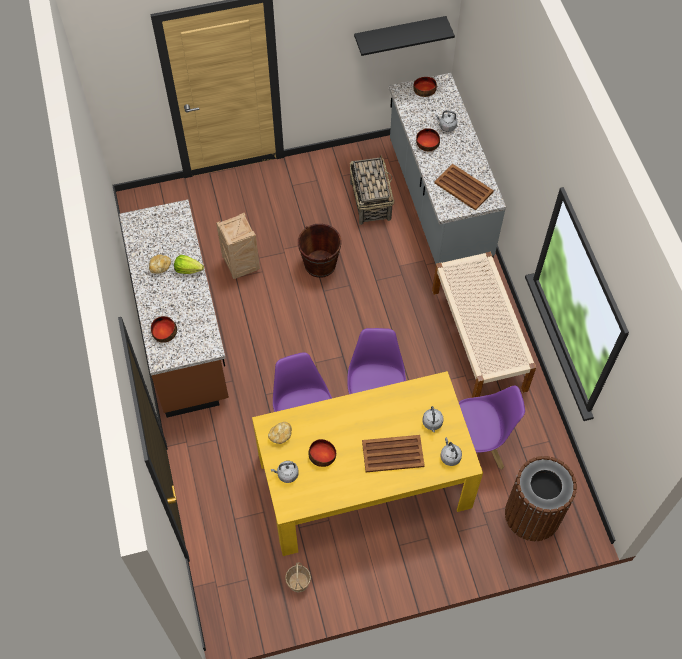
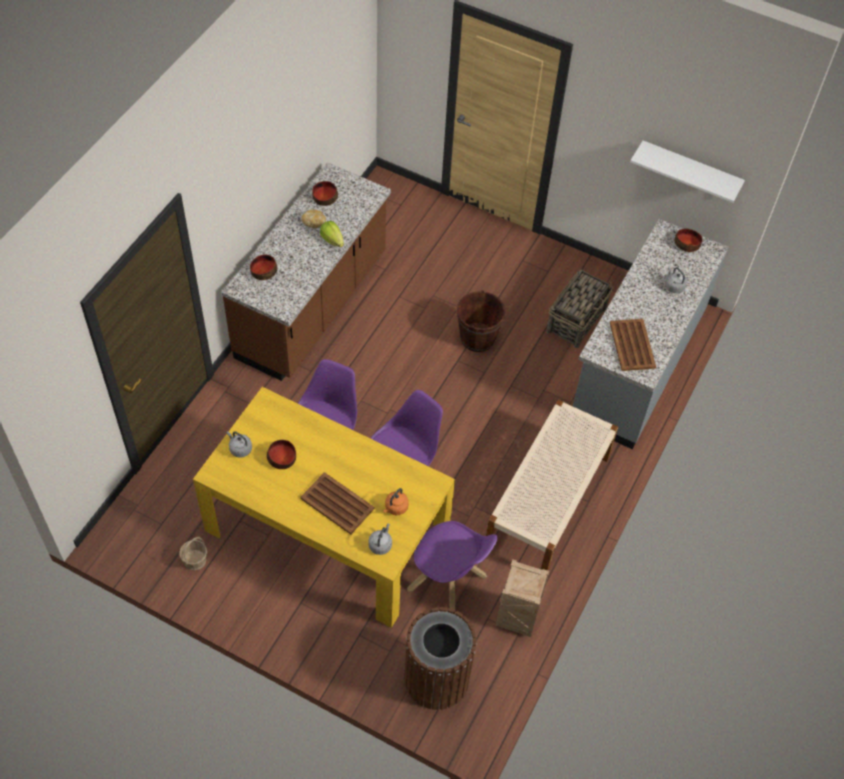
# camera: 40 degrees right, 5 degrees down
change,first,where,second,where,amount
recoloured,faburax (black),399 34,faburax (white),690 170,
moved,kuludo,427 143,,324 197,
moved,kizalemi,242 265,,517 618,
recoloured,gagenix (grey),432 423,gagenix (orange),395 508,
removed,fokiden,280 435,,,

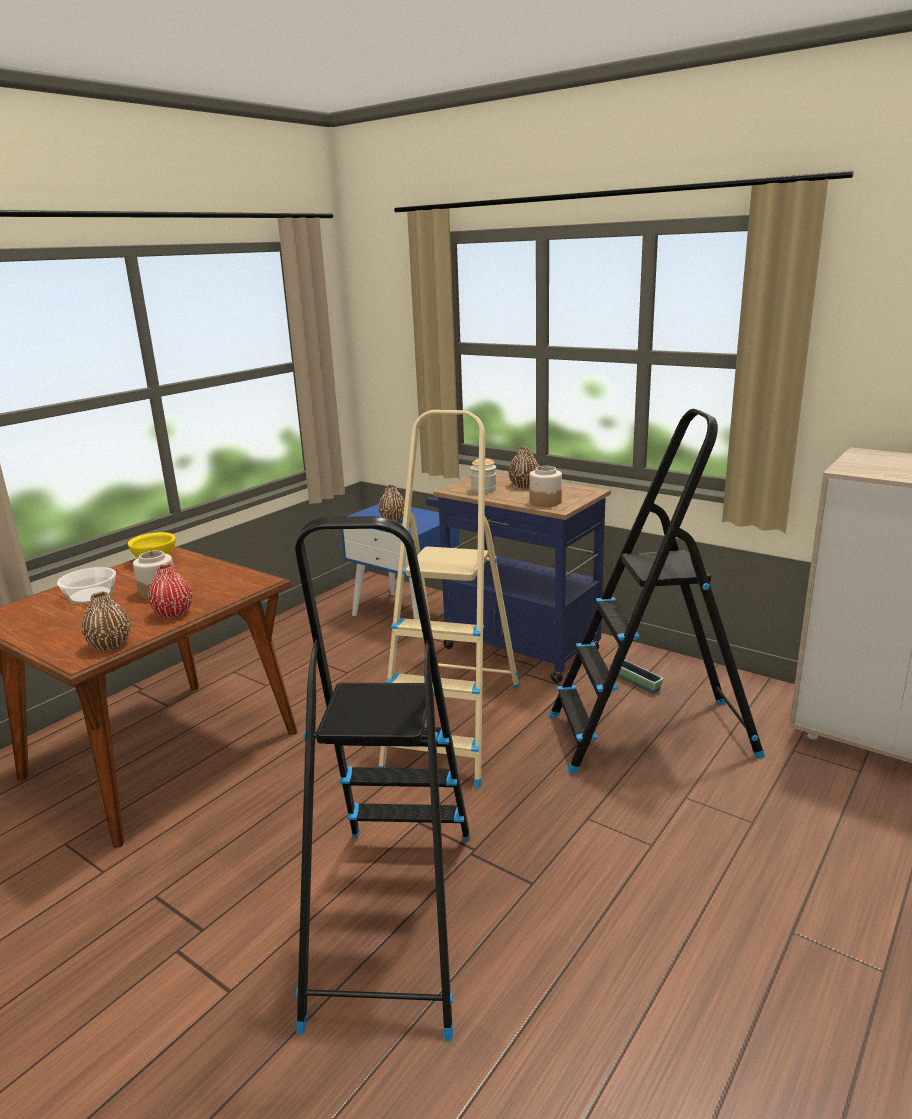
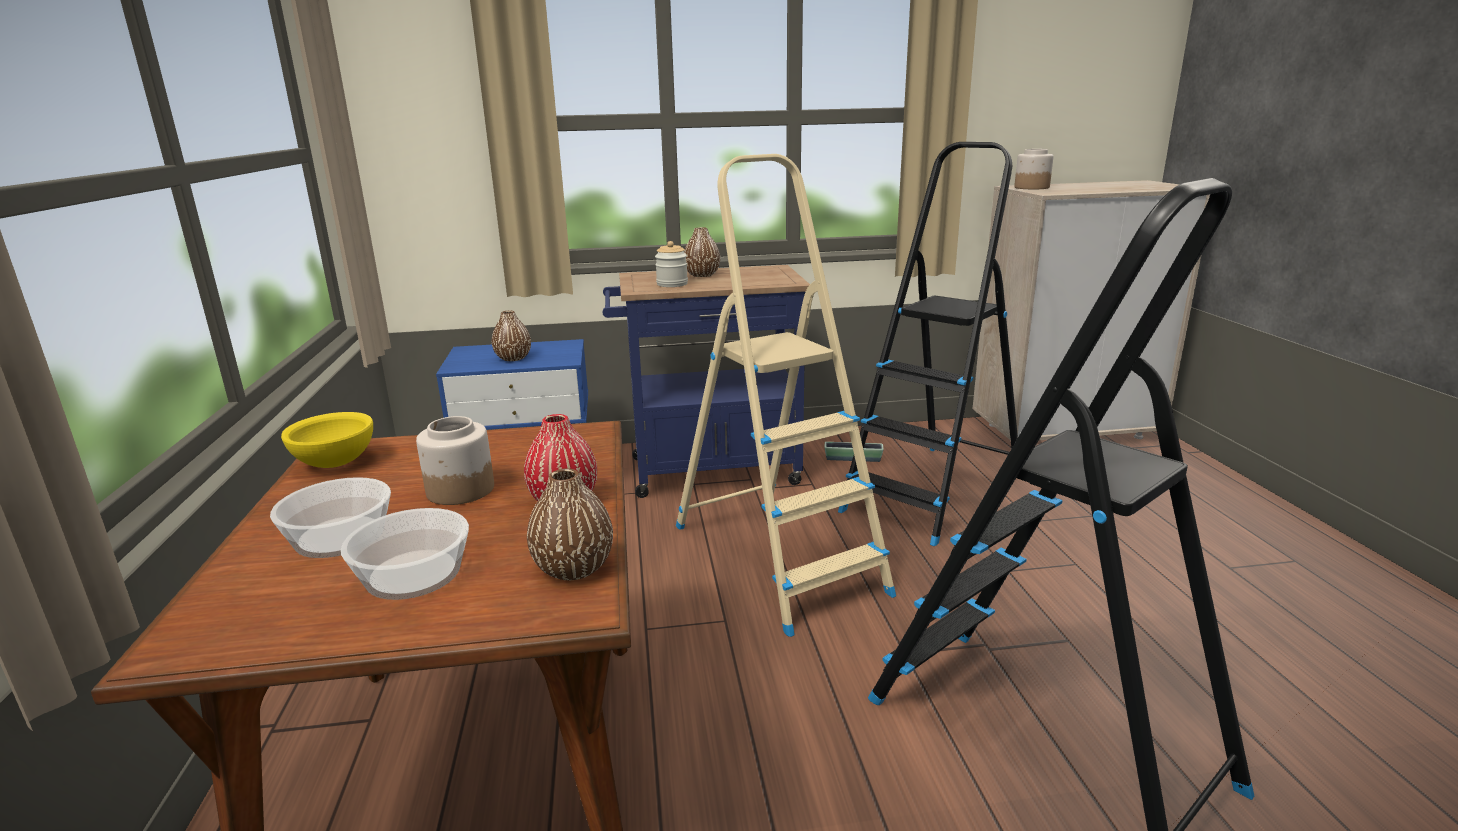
# camera: 45 degrees left, 0 degrees up
change,first,where,second,where,amount
moved,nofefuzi,545 502,,1031 187,
added,,,kuludo,412 574,

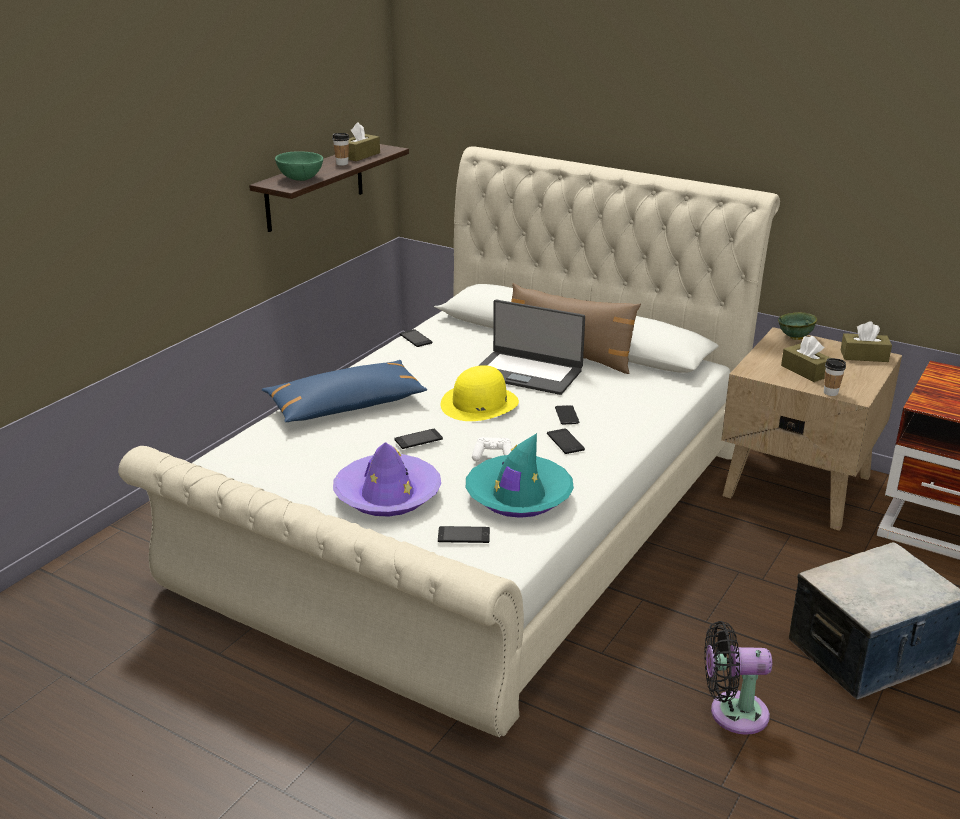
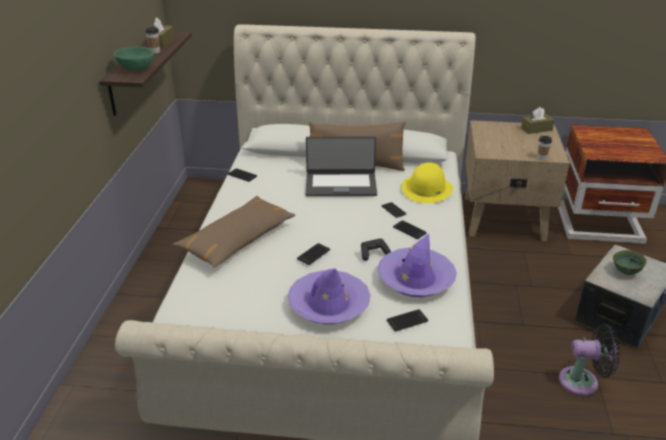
# camera: 25 degrees left, 5 degrees up
change,first,where,second,where,amount
moved,kuludo (green),795 338,,626 272,
removed,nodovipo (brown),805 371,,,
recoloured,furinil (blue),346 405,furinil (brown),238 240,
moved,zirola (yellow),479 403,,427 189,
recoloured,zirola (turquoise),518 496,zirola (purple),416 279,
recoloured,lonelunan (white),493 456,lonelunan (black),373 253,
turned,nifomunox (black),732 713,,583 382,150 degrees counterclockwise

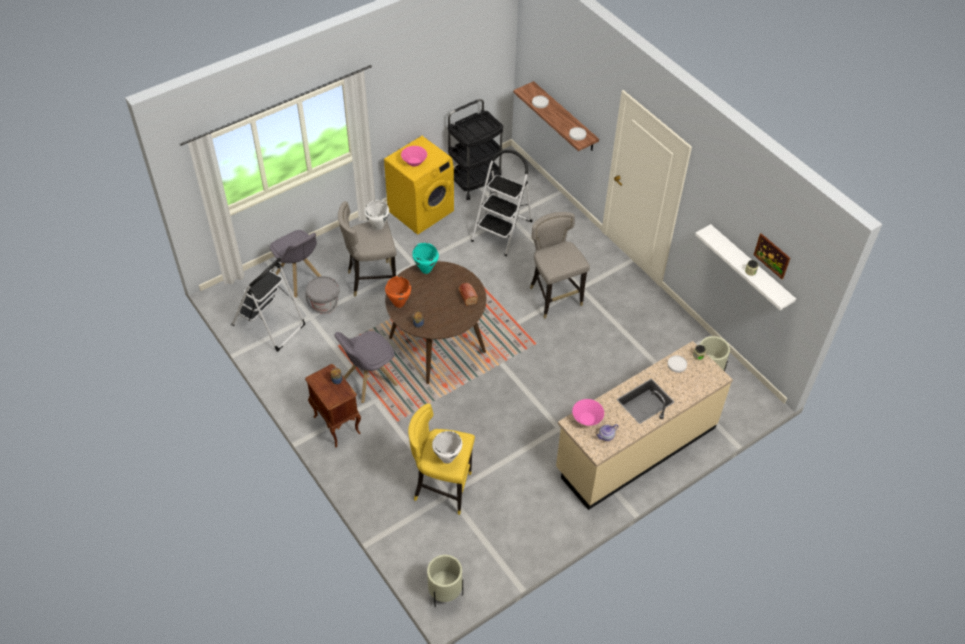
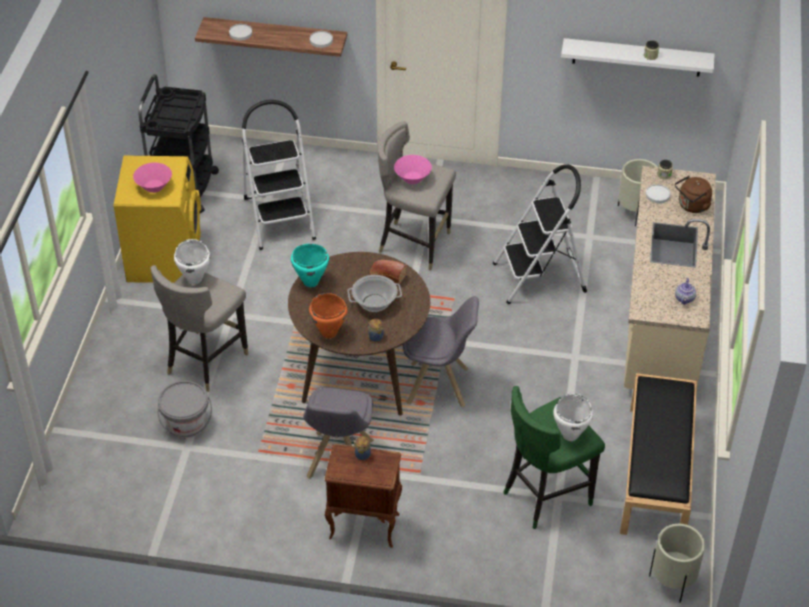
# camera: 45 degrees left, 5 degrees down
change,first,where,second,where,amount
moved,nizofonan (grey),300 278,,438 385,
removed,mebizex,772 256,,,
moved,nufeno,270 325,,542 278,
moved,kuludo (pink),587 419,,412 178,
recoloured,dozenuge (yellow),442 488,dozenuge (green),545 496,
added,,,gagenix (brown),692 206,
added,,,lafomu,374 303,
added,,,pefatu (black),656 472,

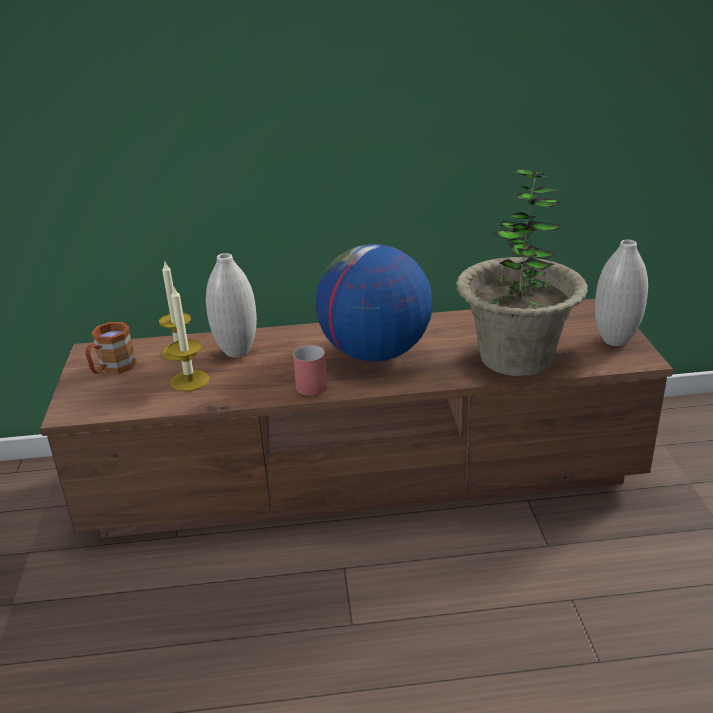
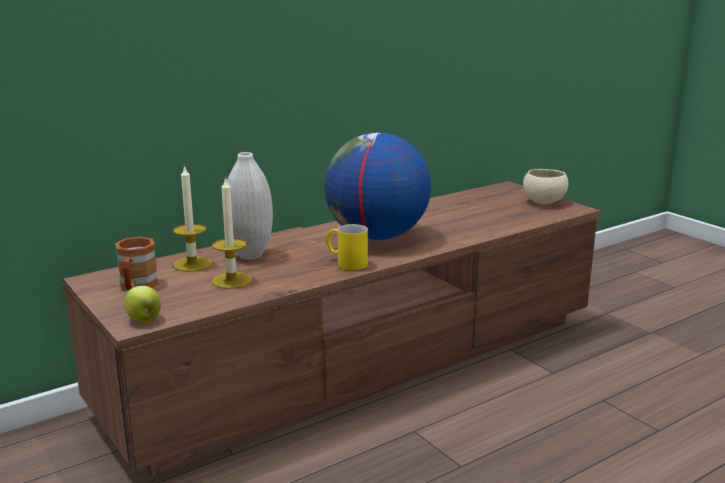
# camera: 30 degrees left, 10 degrees down
change,first,where,second,where,amount
removed,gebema,516 357,,,
replaced,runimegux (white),615 340,kuludo (beige),544 202,
recoloured,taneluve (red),308 383,taneluve (yellow),346 263,
added,,,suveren,144 320,

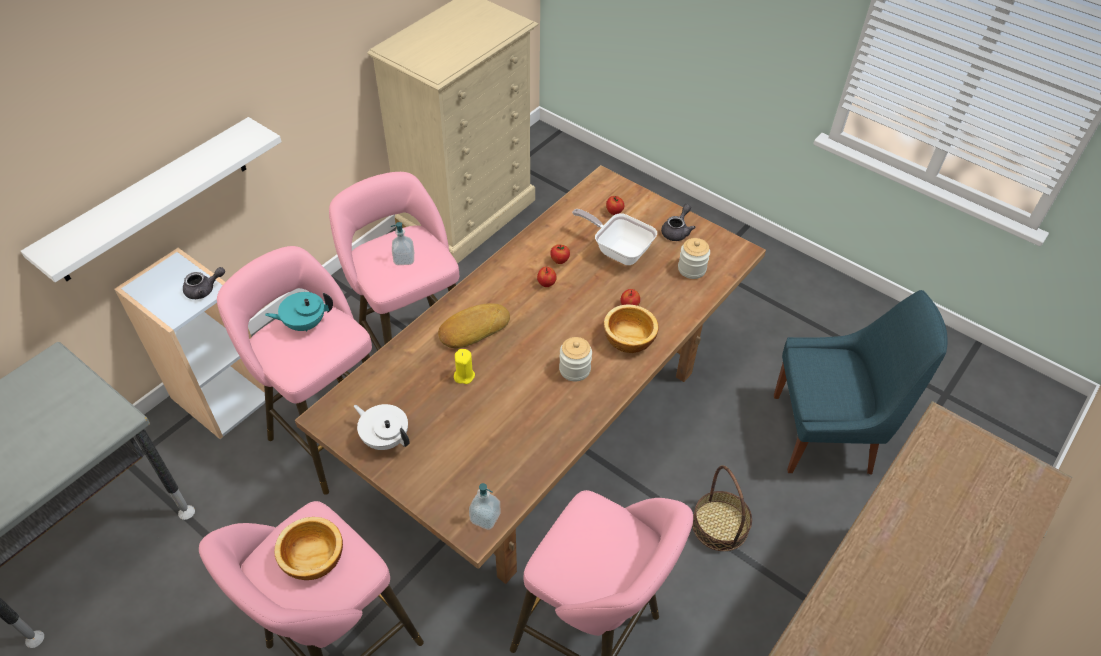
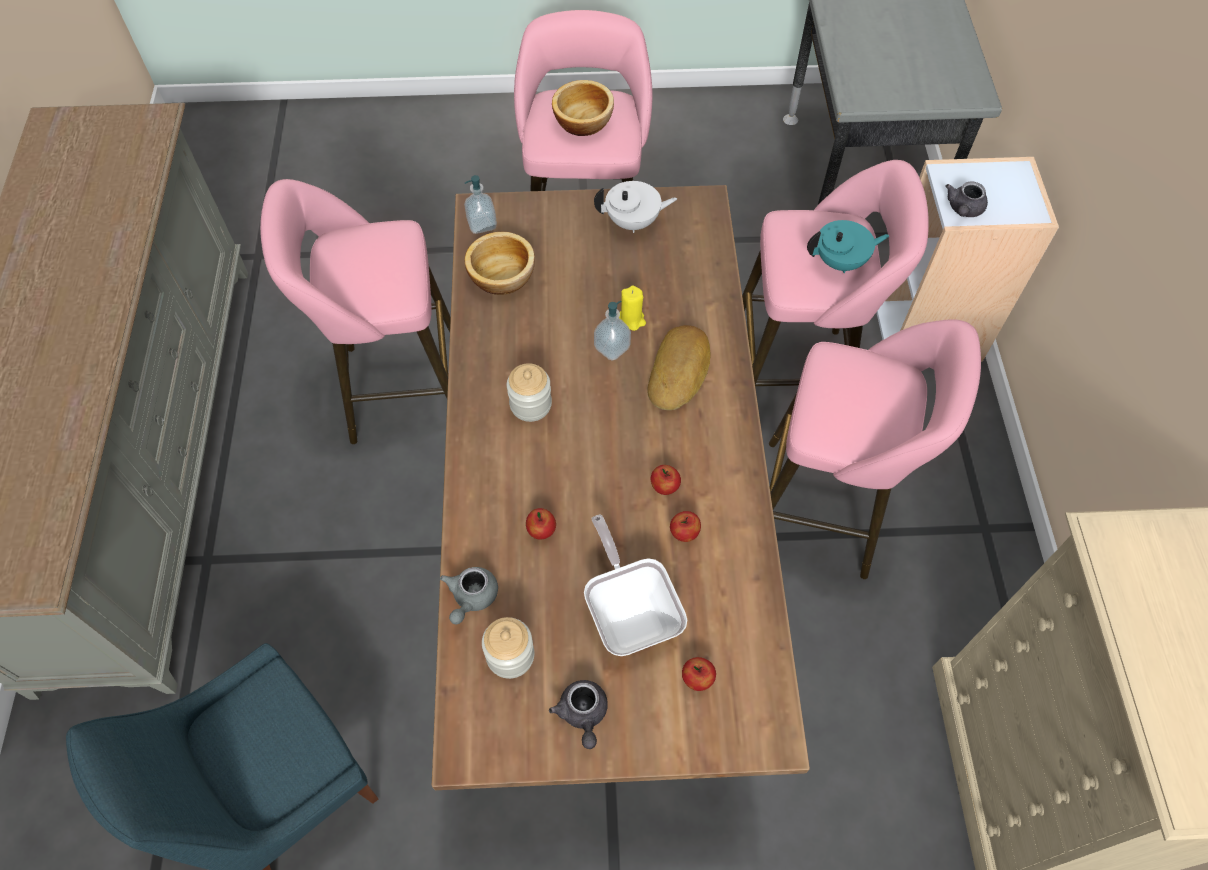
# camera: 140 degrees right, 10 degrees up
change,first,where,second,where,amount
removed,faburax (white),152 200,,,
turned,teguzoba,618 250,,630 610,105 degrees counterclockwise
moved,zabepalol,404 259,,612 348,
turned,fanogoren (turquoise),304 323,,841 261,45 degrees clockwise
moved,kuludo,628 339,,503 276,
removed,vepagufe,720 525,,,
added,,,fanogoren (grey),471 598,

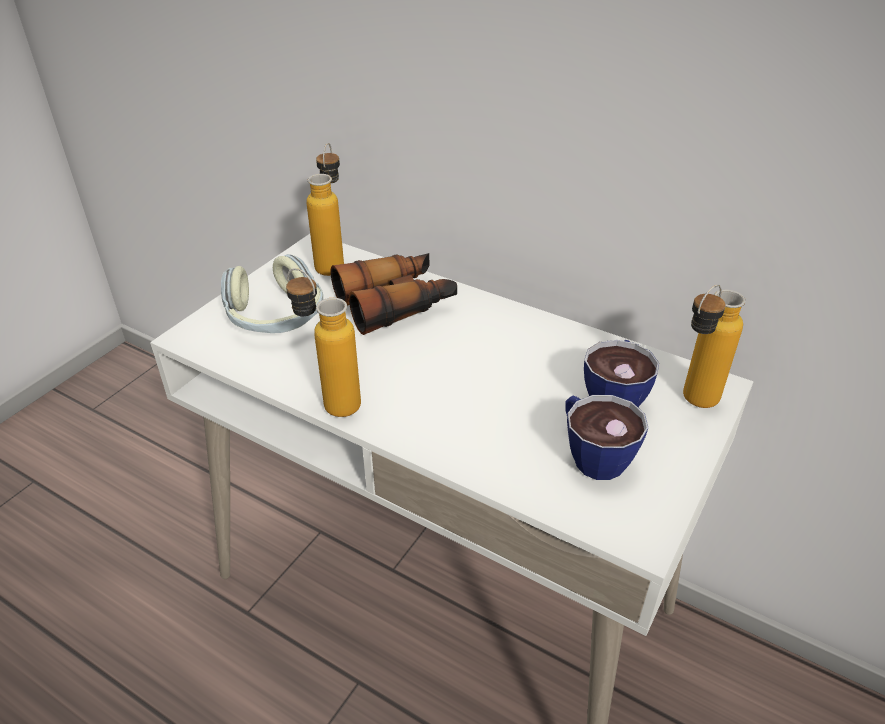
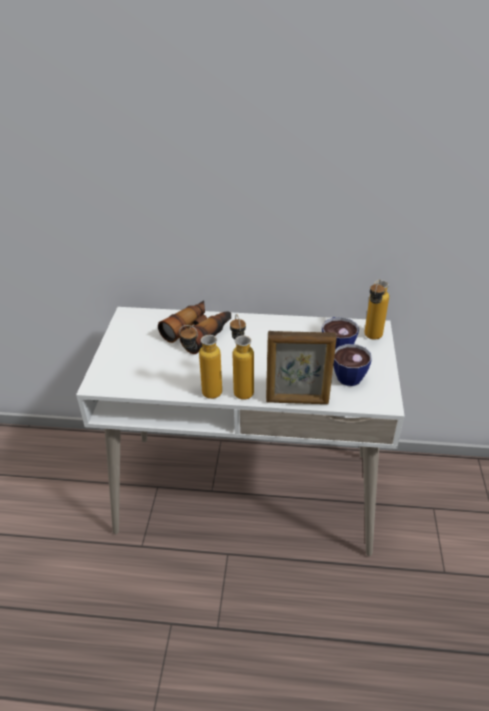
# camera: 25 degrees left, 0 degrees up
change,first,where,second,where,amount
moved,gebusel,333 262,,241 387,
removed,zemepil,276 316,,,
added,,,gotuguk,297 401,

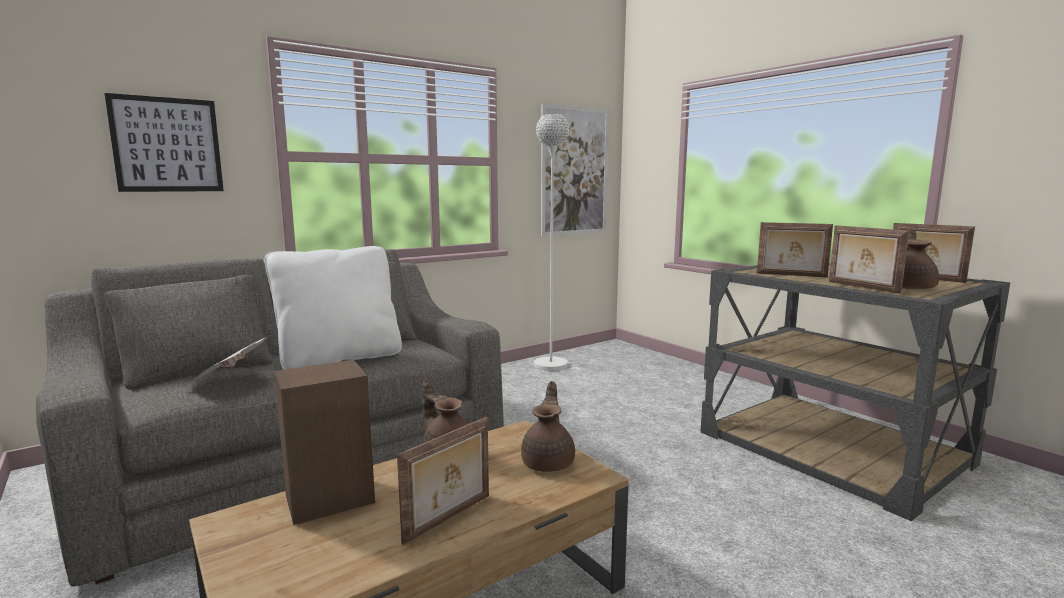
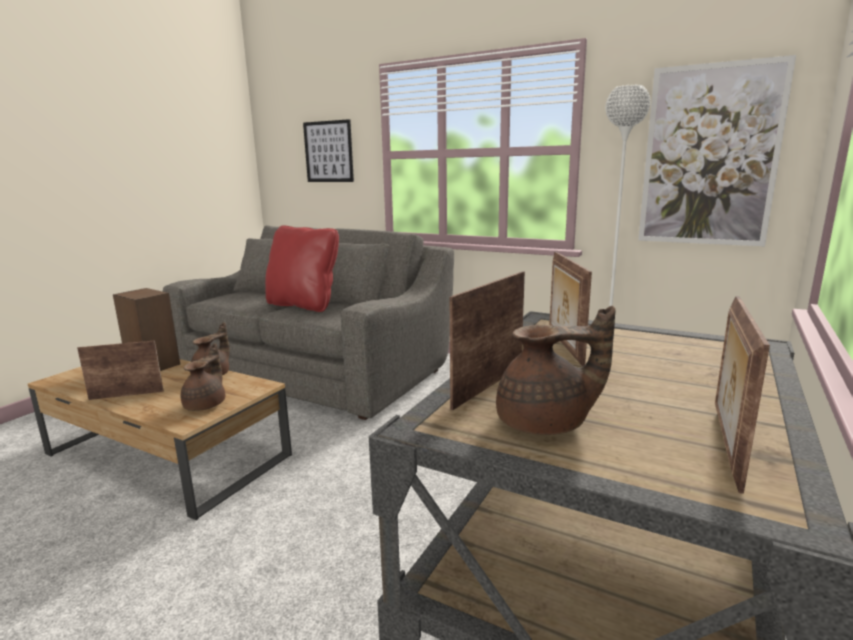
# camera: 65 degrees right, 5 degrees up
change,first,where,second,where,amount
recoloured,furinil (white),340 359,furinil (red),304 305,
removed,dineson,229 381,,,
turned,fanogoren (brown),549 462,,207 404,60 degrees counterclockwise
turned,gotuguk,449 518,,127 394,150 degrees clockwise

